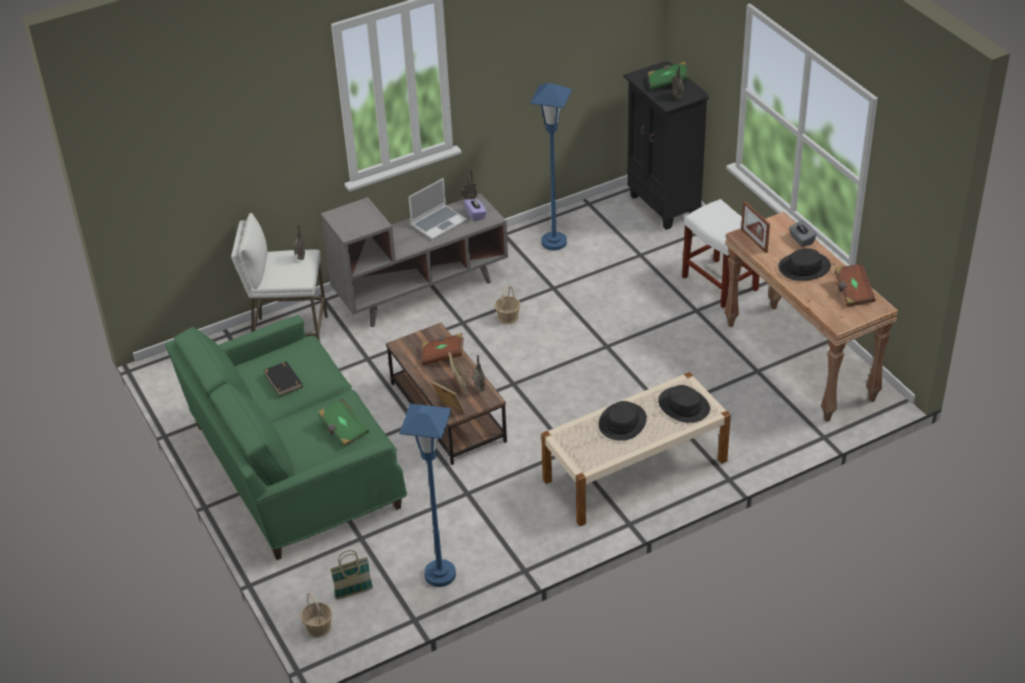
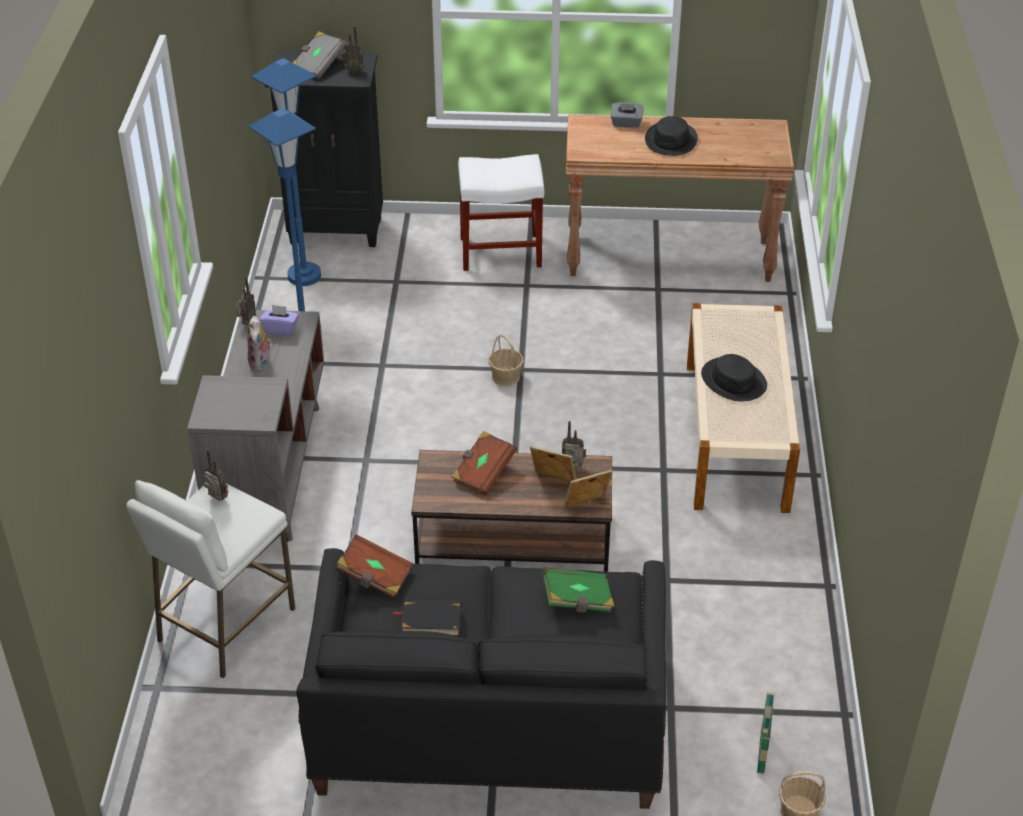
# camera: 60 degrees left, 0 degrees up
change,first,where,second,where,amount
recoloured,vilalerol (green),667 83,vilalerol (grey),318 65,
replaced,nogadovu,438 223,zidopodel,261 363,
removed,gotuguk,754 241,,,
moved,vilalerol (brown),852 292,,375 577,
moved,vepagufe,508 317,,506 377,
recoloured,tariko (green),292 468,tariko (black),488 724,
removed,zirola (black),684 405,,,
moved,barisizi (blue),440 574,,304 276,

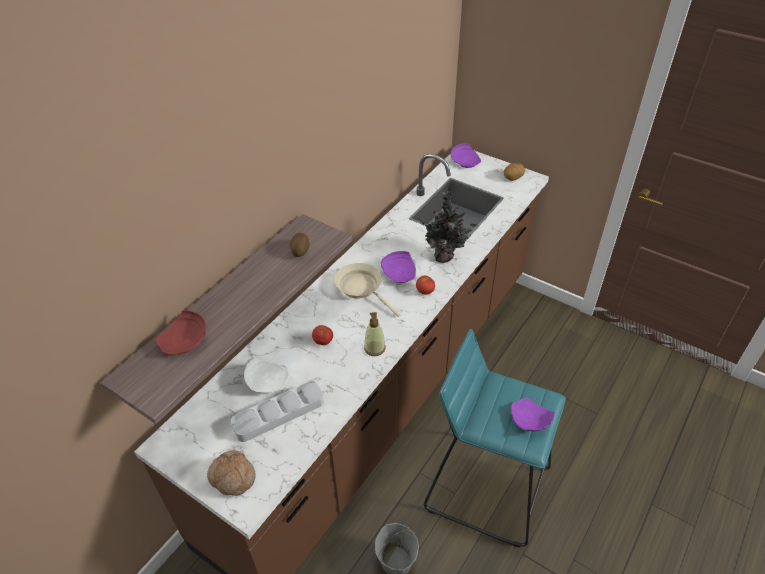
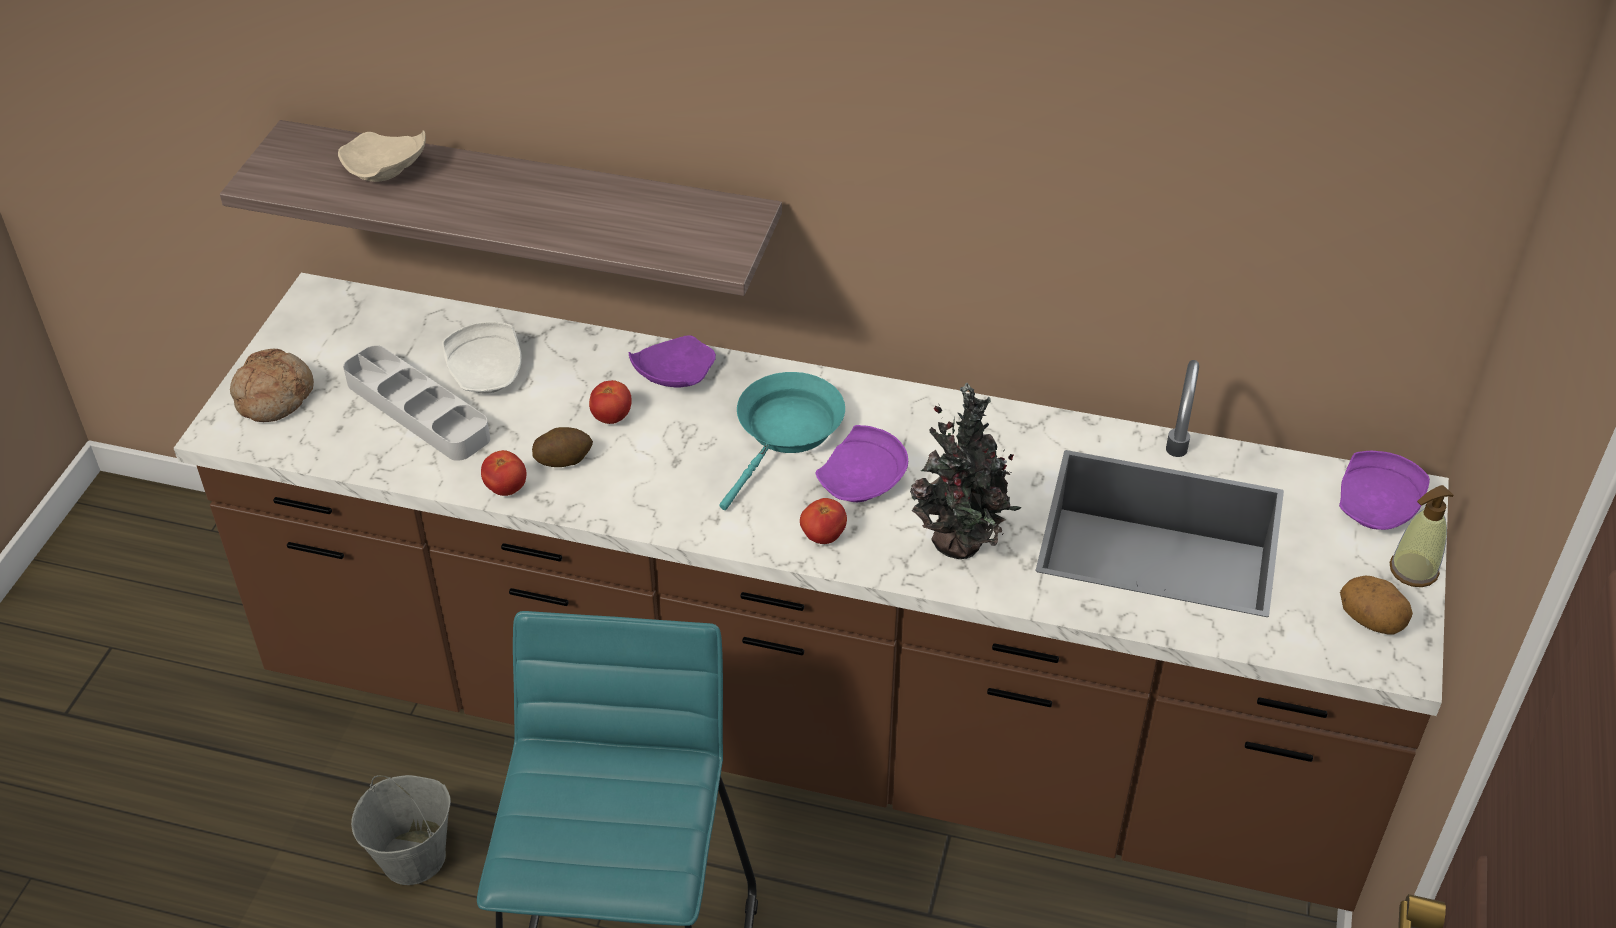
# camera: 70 degrees right, 0 degrees up
change,first,where,second,where,amount
moved,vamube,300 250,,563 459,
recoloured,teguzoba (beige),362 288,teguzoba (turquoise),786 432,
recoloured,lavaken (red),185 341,lavaken (beige),385 170,
moved,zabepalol,374 348,,1413 570,
moved,lavaken (purple),529 421,,672 376,
added,,,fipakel,506 488,

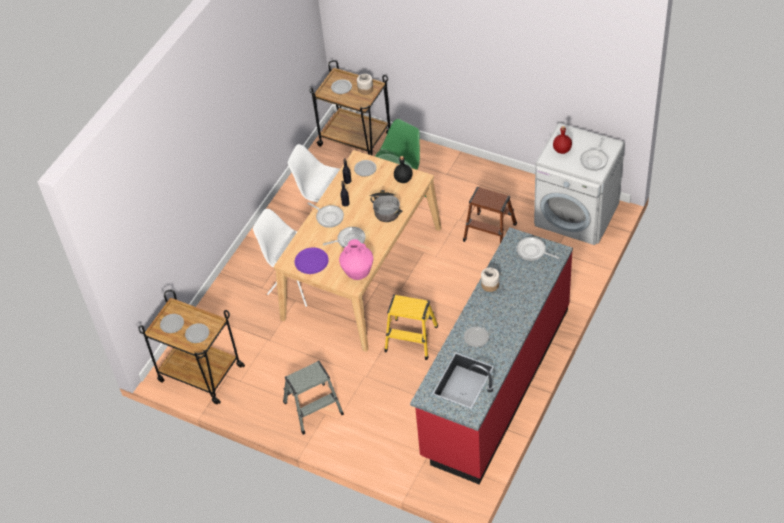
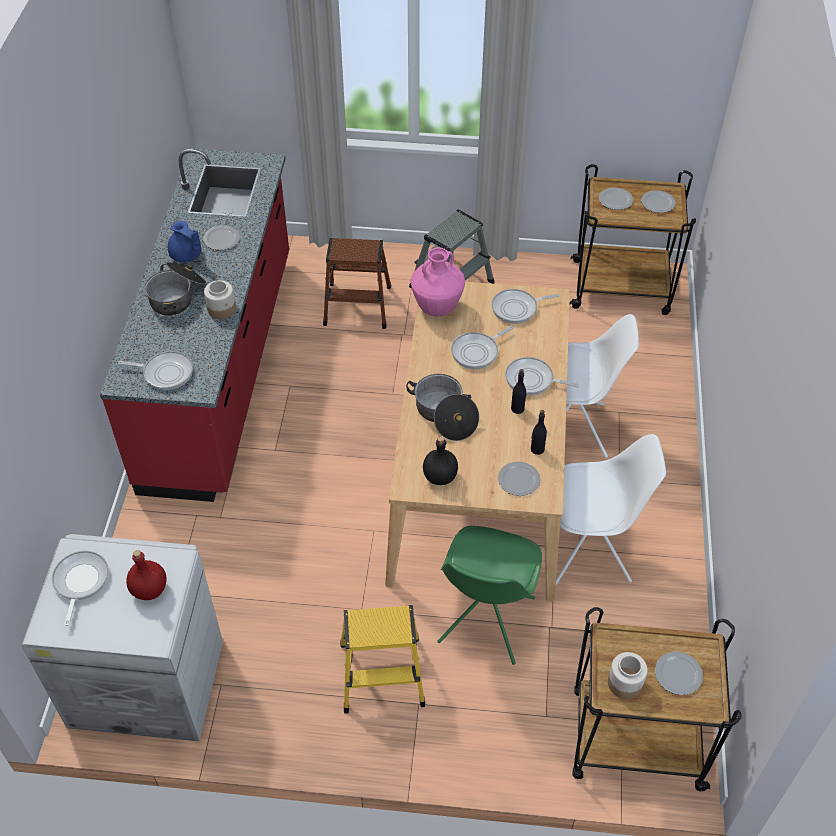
# camera: 155 degrees right, 0 degrees up
change,first,where,second,where,amount
moved,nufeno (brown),490 232,,357 305,
replaced,lavaken (purple),311 261,teguzoba,517 308,
moved,nufeno (yellow),411 338,,381 673,
added,,,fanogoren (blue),186 256,
added,,,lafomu,177 296,

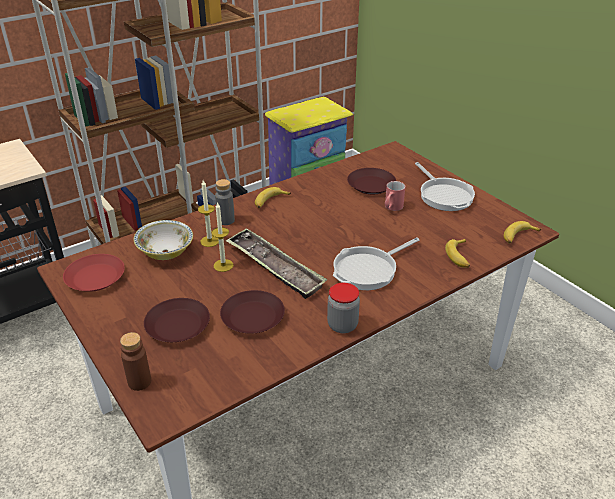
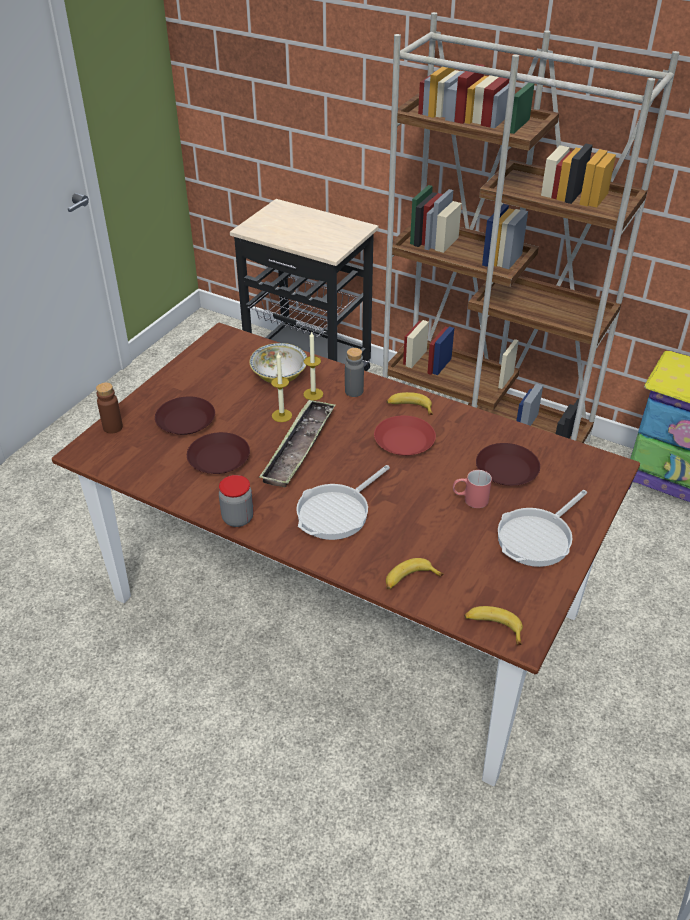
# camera: 65 degrees right, 5 degrees up
change,first,where,second,where,amount
turned,teguzoba,368 270,,337 512,75 degrees counterclockwise
moved,lavaken (red),95 278,,403 441,

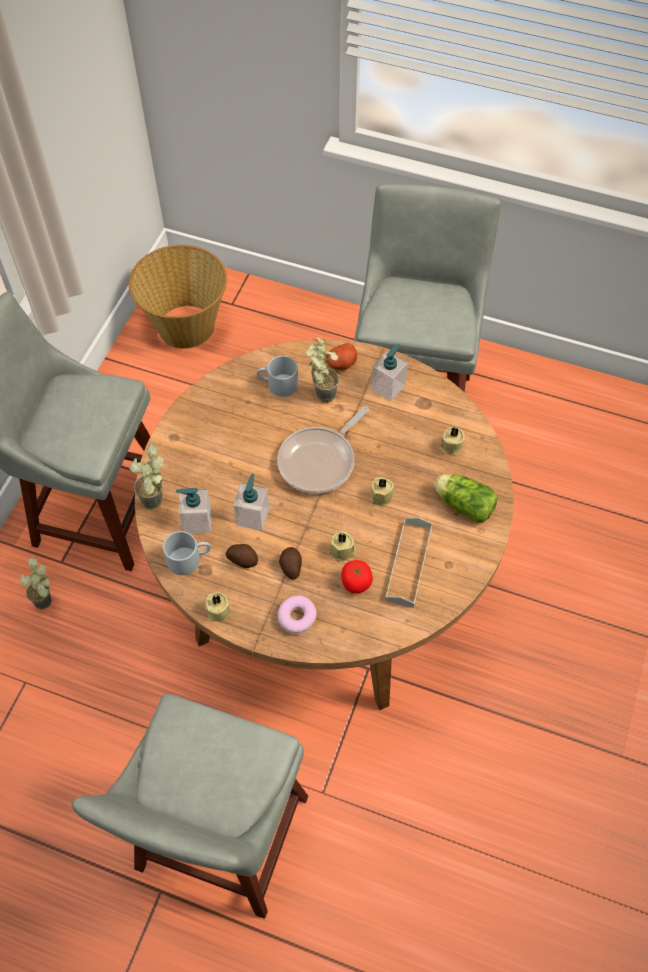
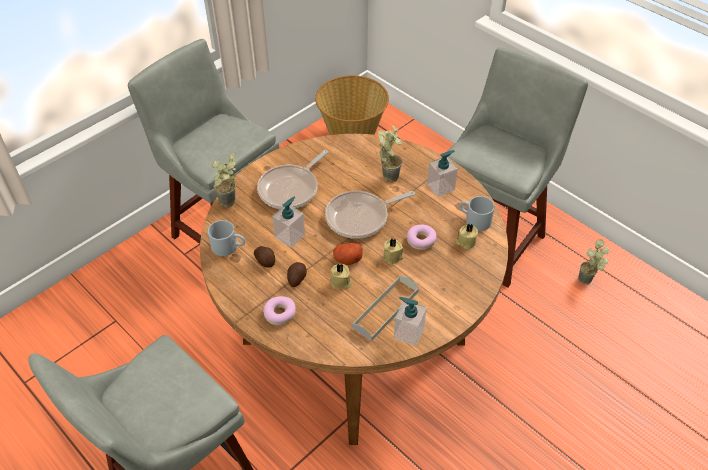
# camera: 25 degrees right, 10 degrees down
change,first,where,second,where,amount
moved,vamube,341 363,,347 259,
moved,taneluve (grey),277 385,,474 220,
removed,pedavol,462 504,,,
moved,zabepalol,197 521,,408 333,
moved,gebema,48 603,,588 281,
removed,fipakel,356 582,,,
removed,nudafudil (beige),217 610,,,
added,,,teguzoba,291 189,
added,,,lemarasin,421 240,

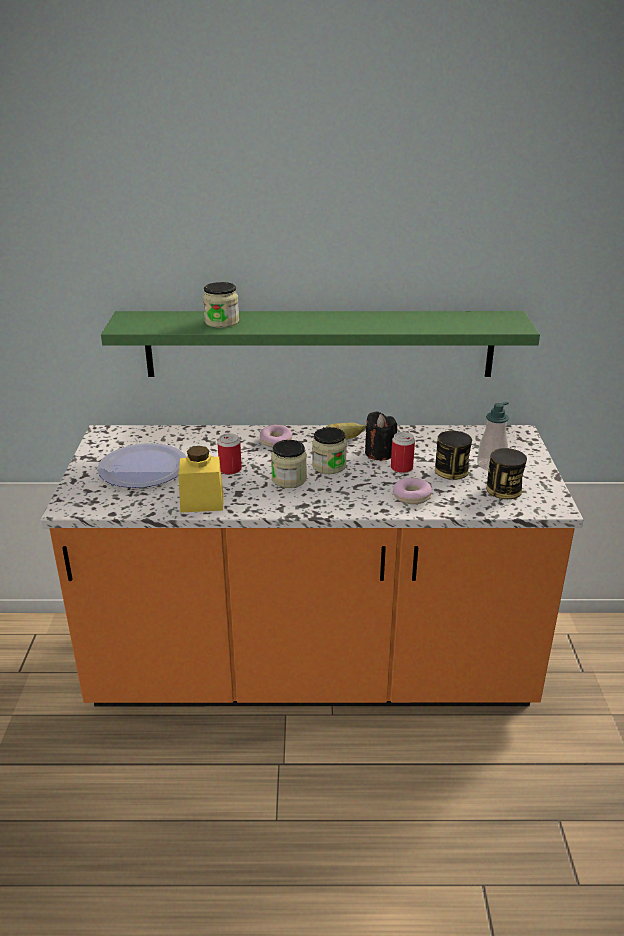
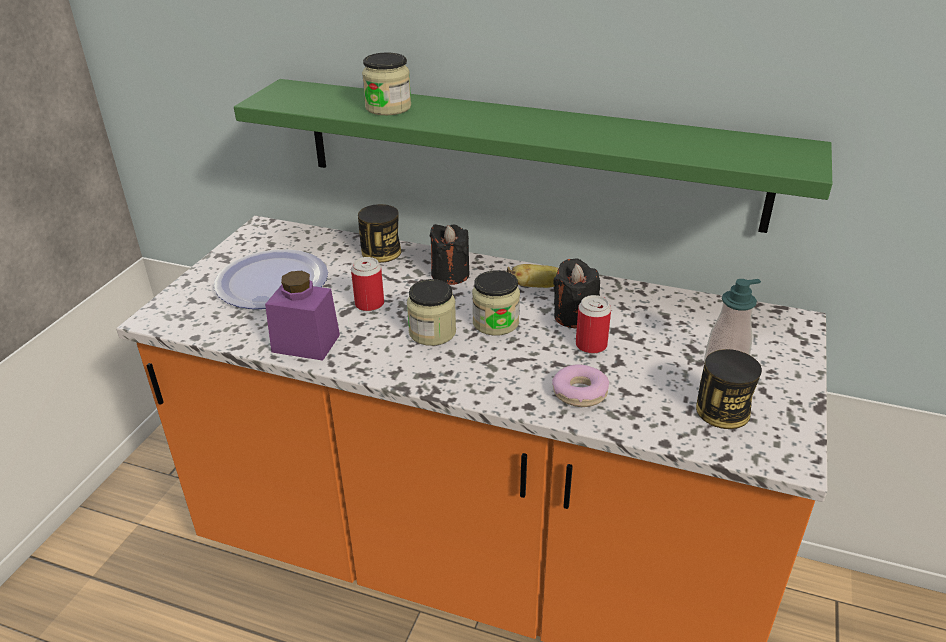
# camera: 20 degrees right, 5 degrees up
change,first,where,second,where,amount
replaced,lemarasin,275 441,nudafudil (black),450 274,
moved,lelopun,451 471,,381 252,
recoloured,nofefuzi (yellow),202 502,nofefuzi (purple),306 343,

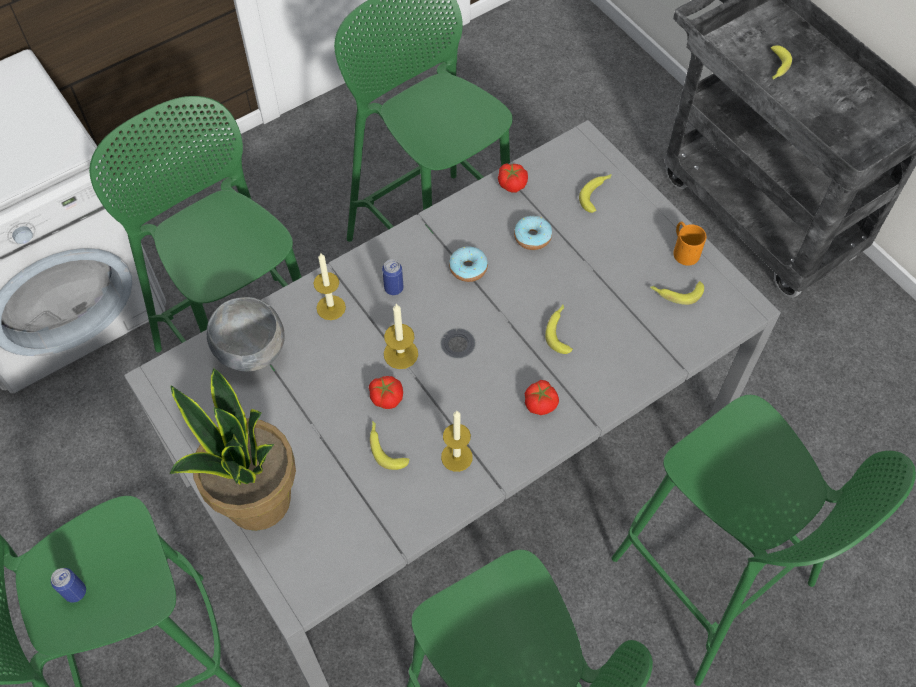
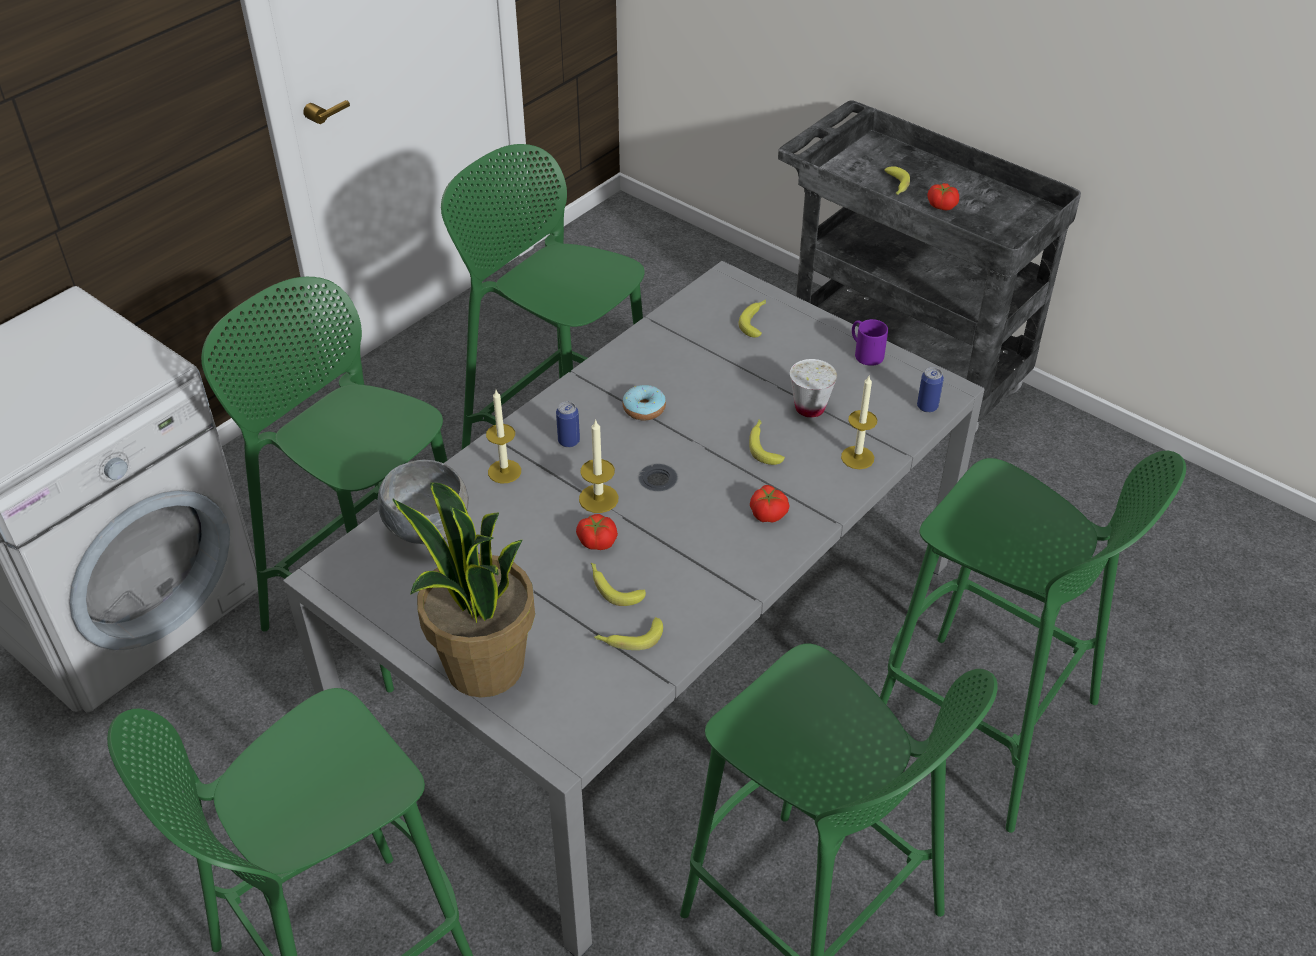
# camera: 15 degrees left, 15 degrees down
change,first,where,second,where,amount
moved,fipakel,512 183,,942 205,
removed,lemarasin,532 237,,,
recoloured,taneluve (orange),683 250,taneluve (purple),864 353,
moved,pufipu,675 293,,629 638,
moved,nudafudil,456 457,,857 457,
moved,lelopun,75 592,,927 406,
added,,,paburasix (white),809 408,

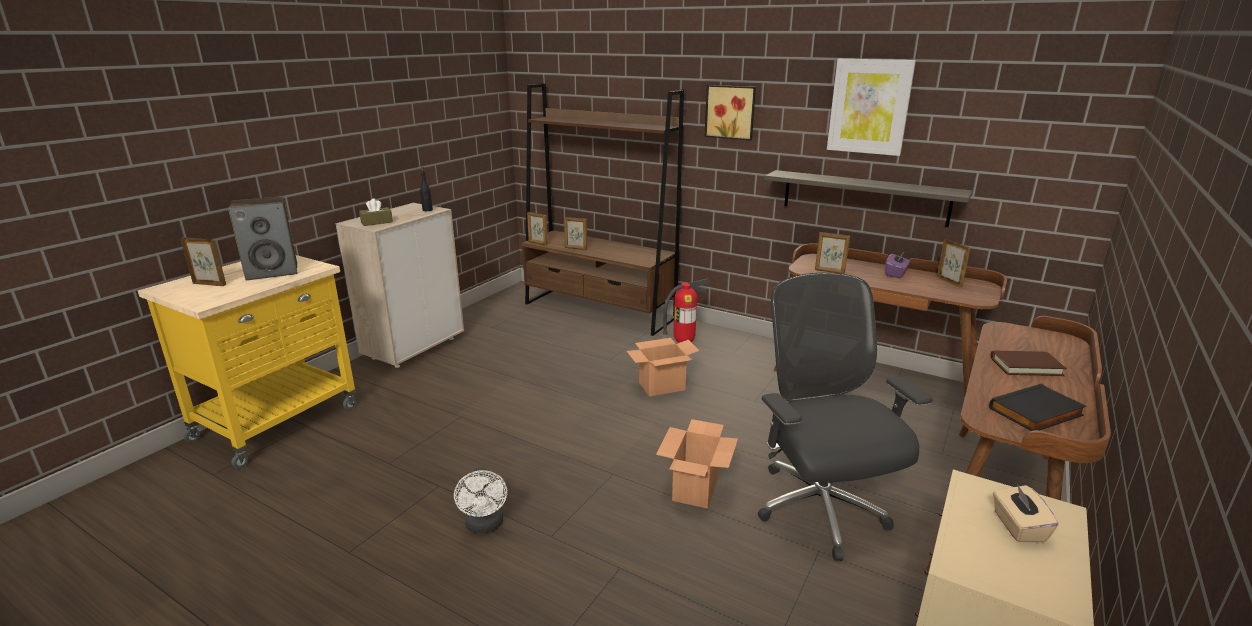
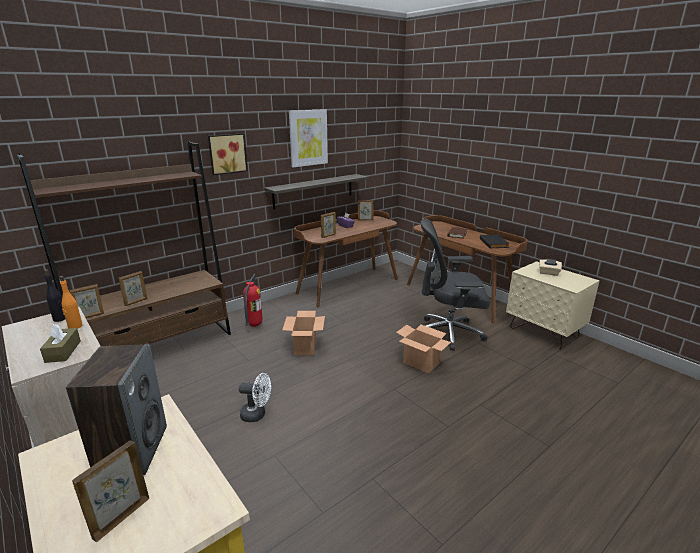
# camera: 70 degrees left, 0 degrees up
change,first,where,second,where,amount
moved,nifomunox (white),485 526,,257 414,
added,,,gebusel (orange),75 326,

